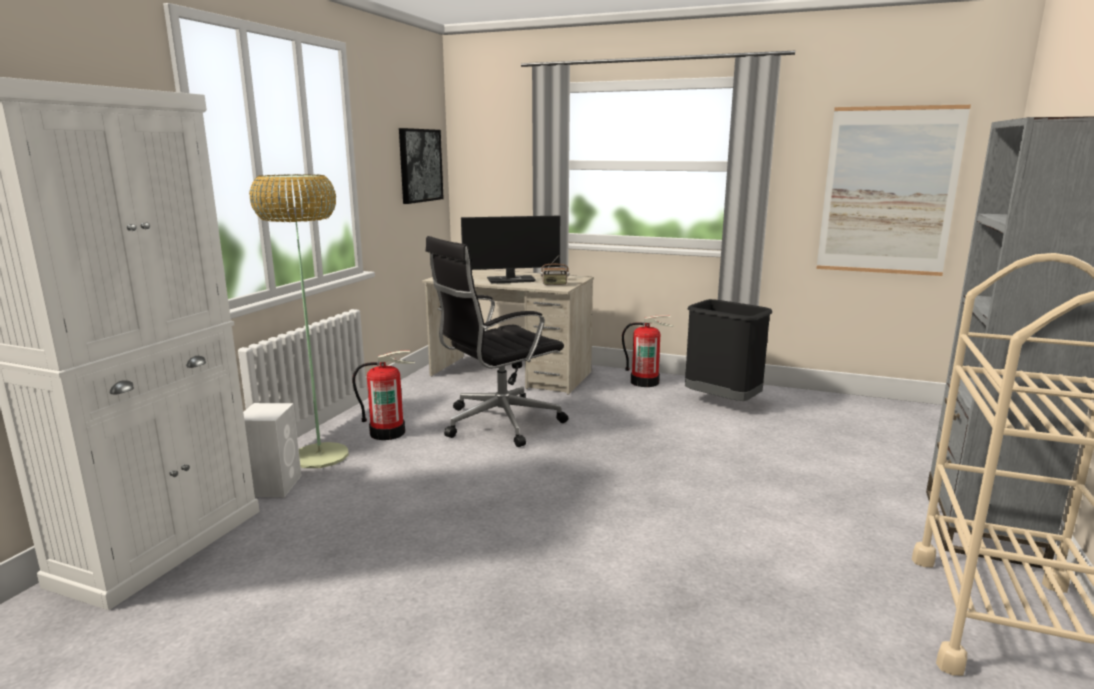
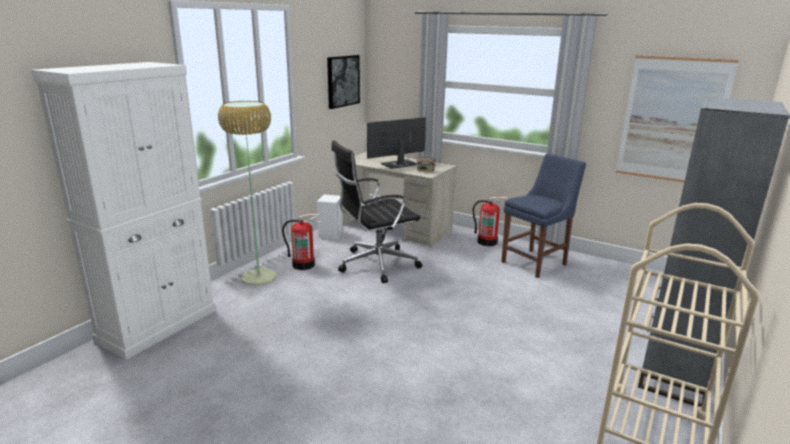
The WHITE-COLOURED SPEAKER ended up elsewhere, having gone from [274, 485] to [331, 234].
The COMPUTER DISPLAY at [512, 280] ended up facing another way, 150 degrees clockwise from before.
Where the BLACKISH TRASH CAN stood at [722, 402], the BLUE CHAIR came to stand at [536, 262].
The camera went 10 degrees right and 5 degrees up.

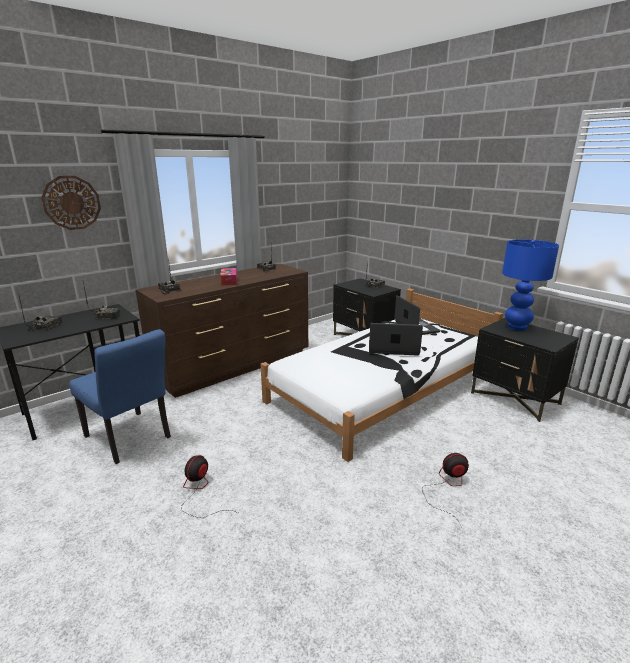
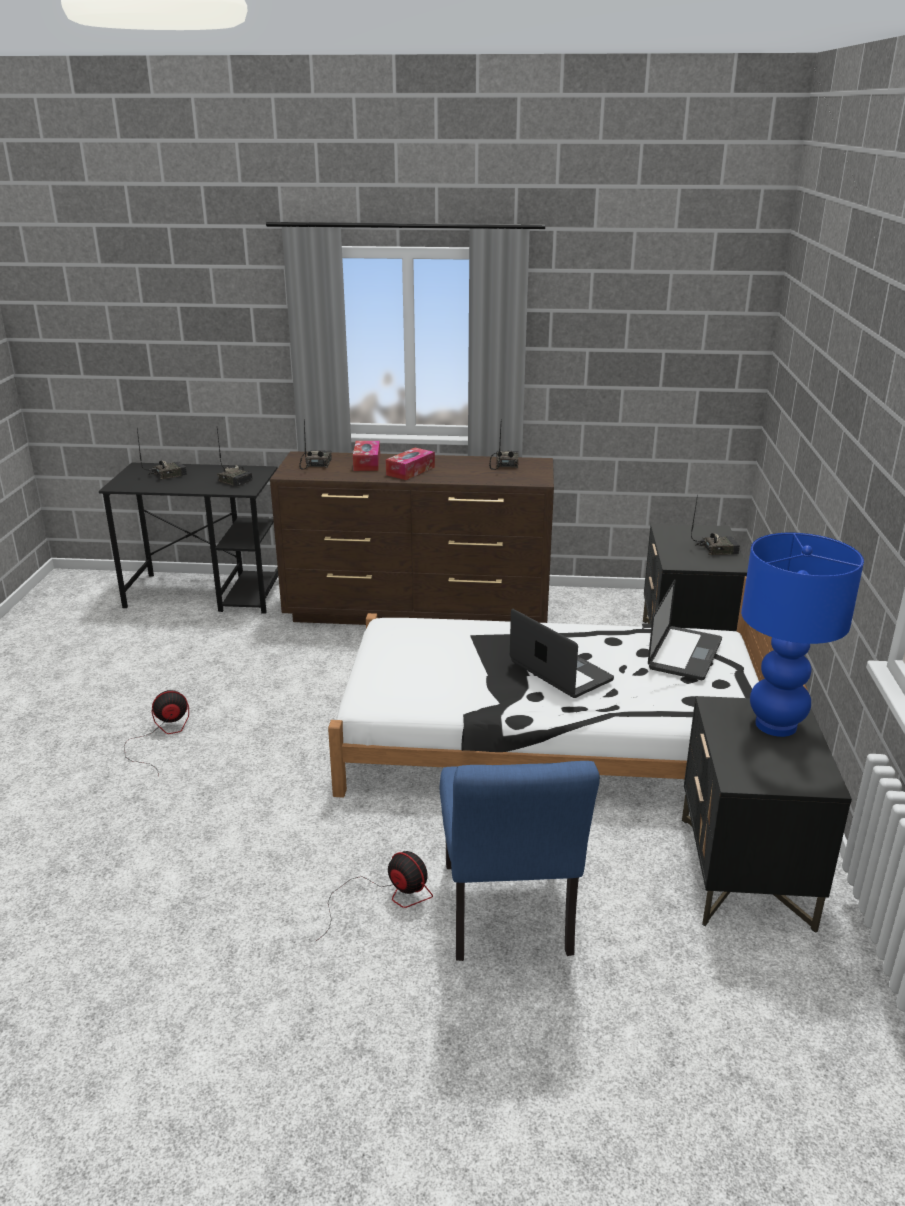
The second view lost the WALL CLOCK at [72, 203].
The BLUE CHAIR ended up elsewhere, having gone from [131, 439] to [508, 918].
The second view gained the TISSUE BOX at [367, 463].
The camera went 45 degrees right and 5 degrees up.

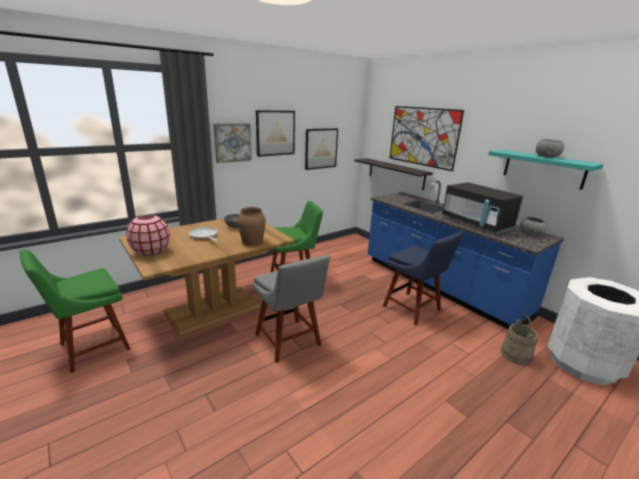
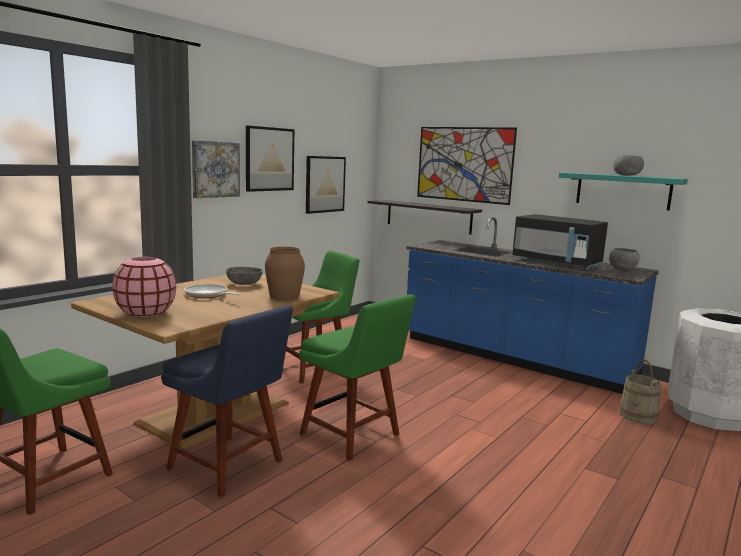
What was the GRAY CHAIR at [289, 342] turned into the GREEN CHAIR at [353, 436].
The BLUE CHAIR ended up elsewhere, having gone from [414, 309] to [229, 466].
The camera went 15 degrees left and 10 degrees down.

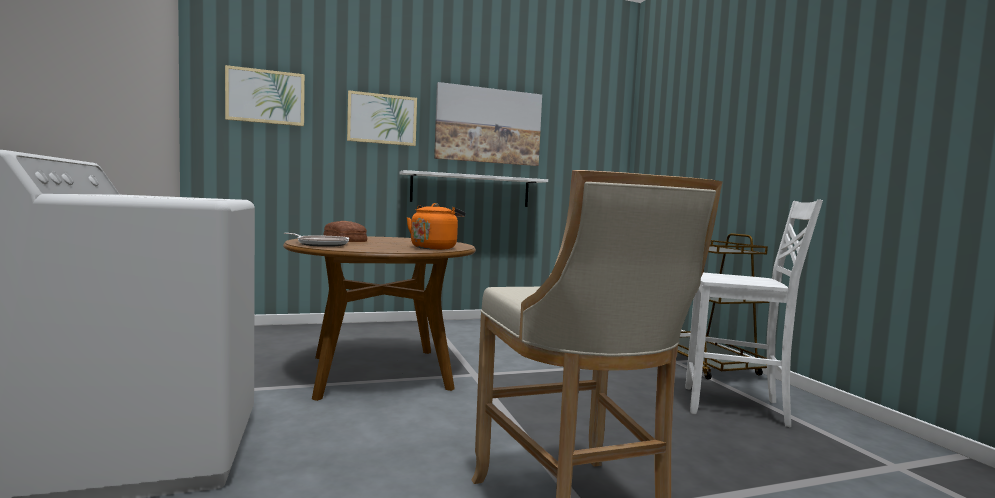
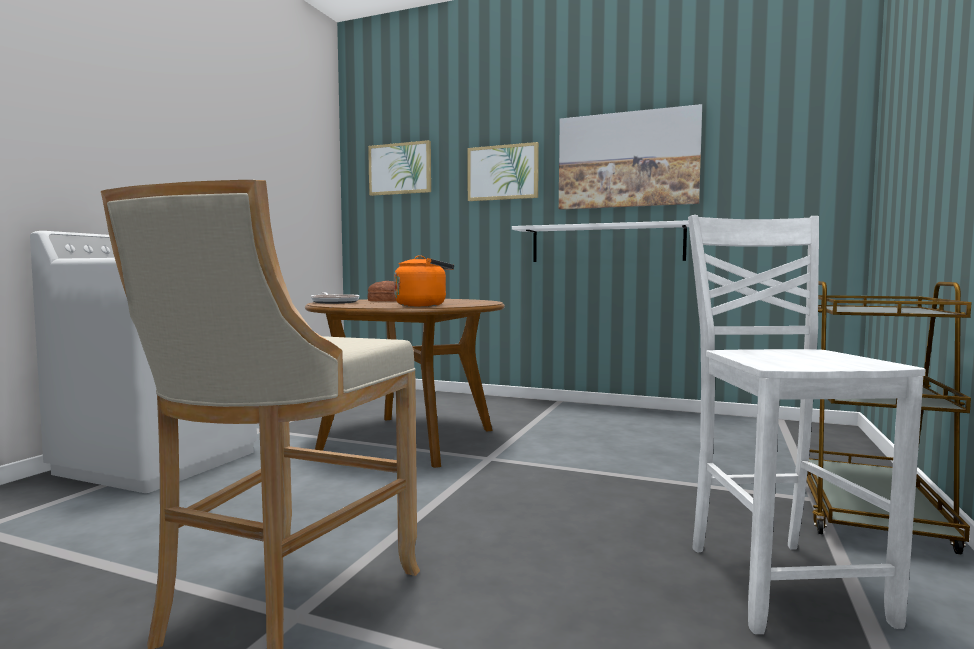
The WHITE-COLOURED CHAIR at [737, 407] ended up facing another way, 150 degrees counterclockwise from before.
The camera went 40 degrees right and 0 degrees up.

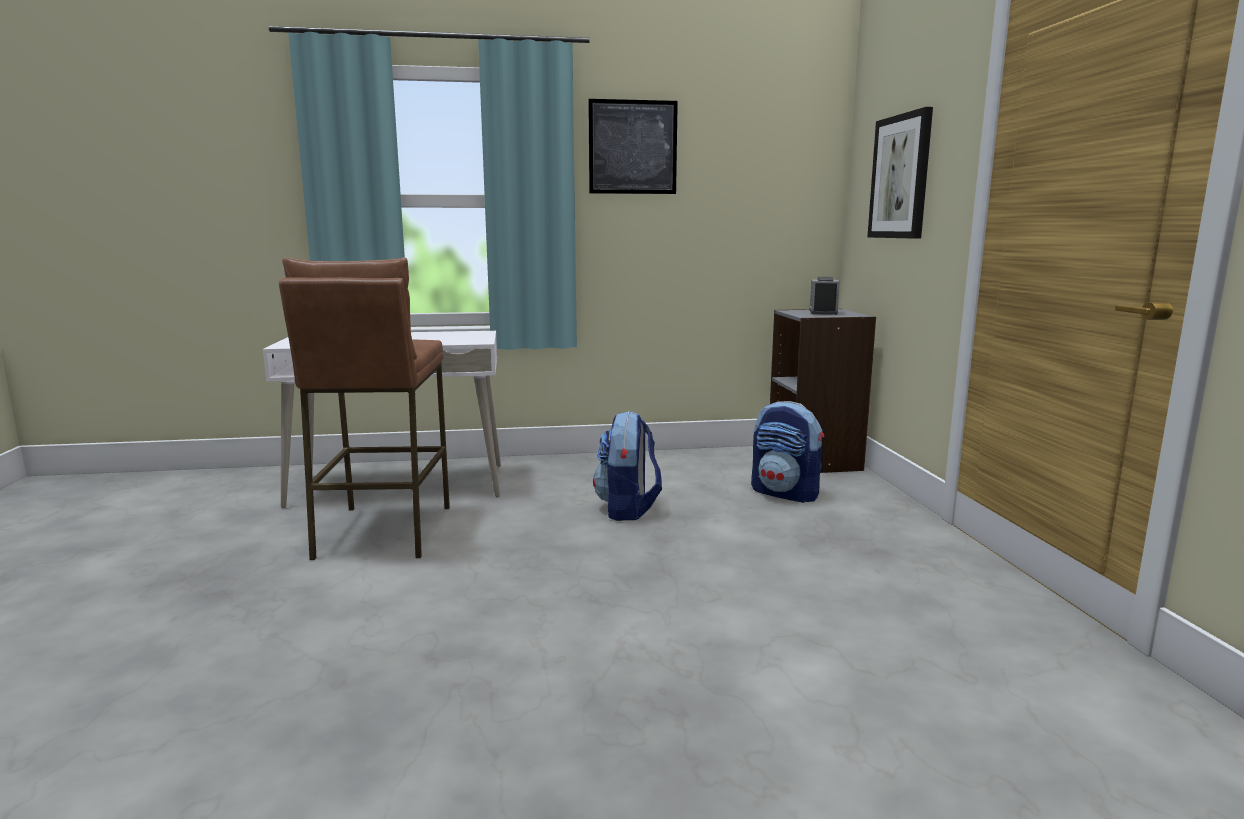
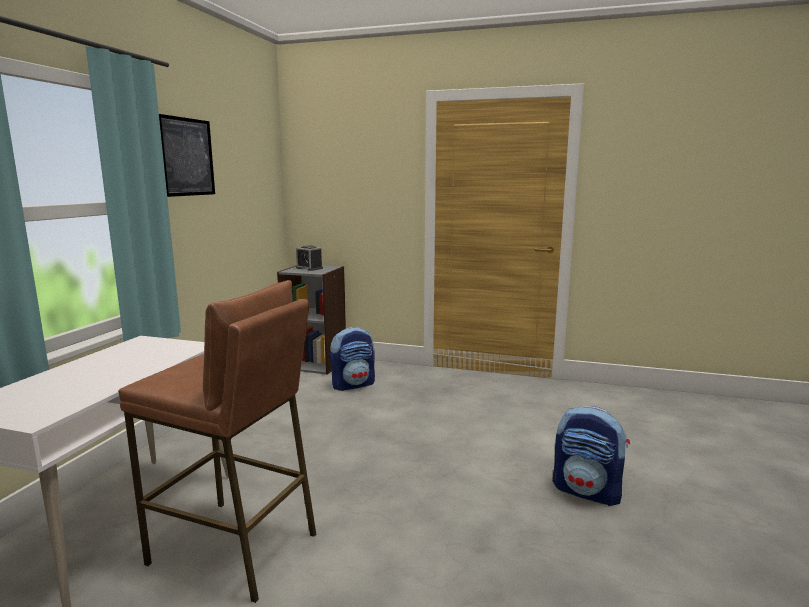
The BACKPACK ended up elsewhere, having gone from [628, 509] to [587, 491].
The second view lost the WALL PICTURE at [901, 177].
The camera went 65 degrees left and 0 degrees up.

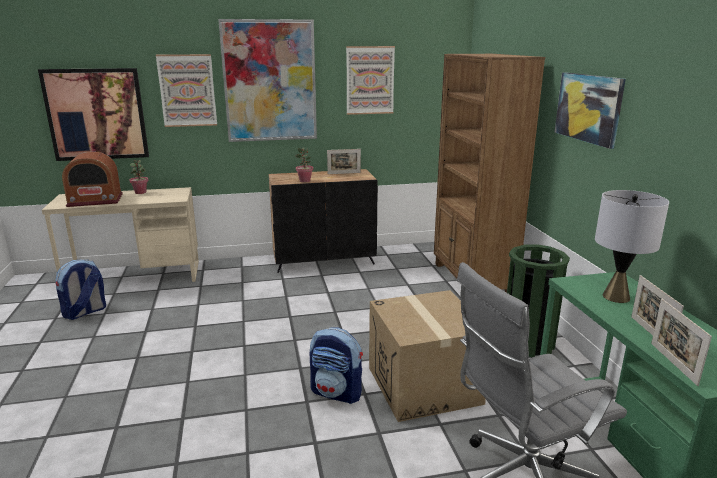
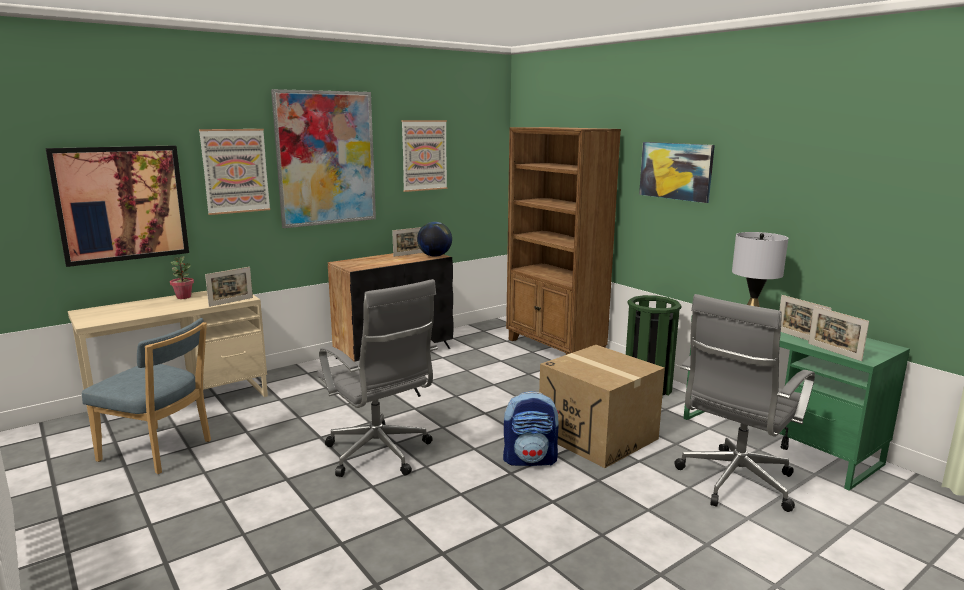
Where the BACKPACK stood at [85, 312], the BLUE CHAIR came to stand at [160, 452].
The second view lost the RADIO RECEIVER at [95, 200].
The second view lost the POTTED PLANT at [305, 181].
The second view gained the PICTURE FRAME at [231, 302].
The second view gained the GRAY DESK CHAIR at [380, 455].
The second view gained the DESK GLOBE at [434, 256].
The camera went 25 degrees left and 5 degrees down.

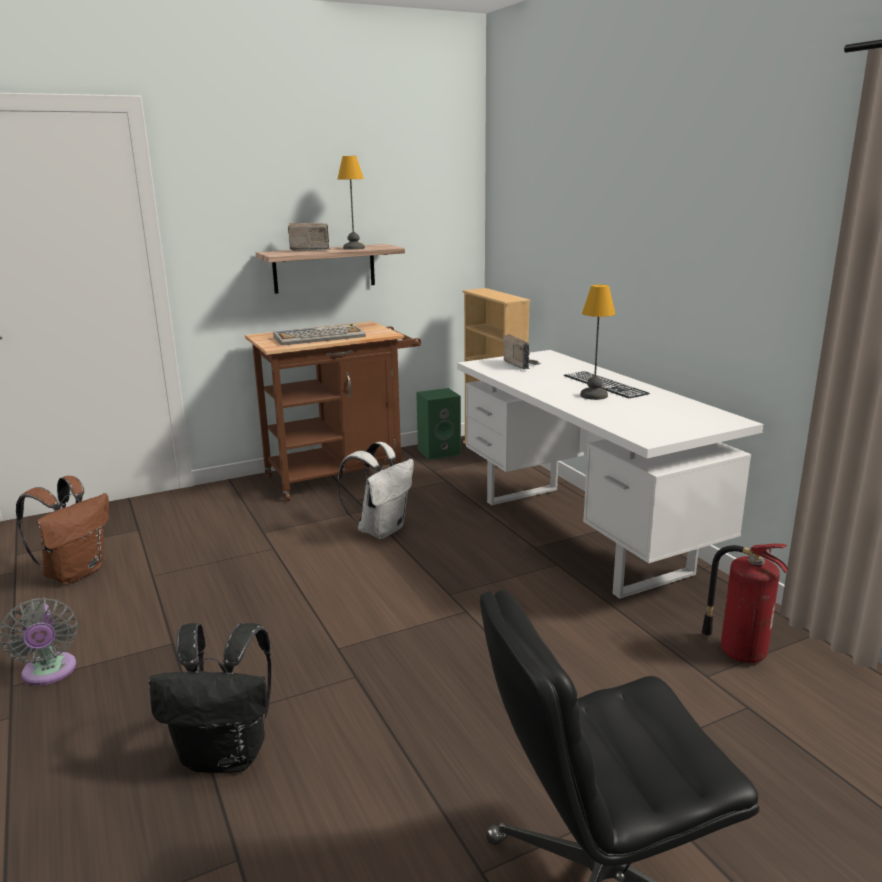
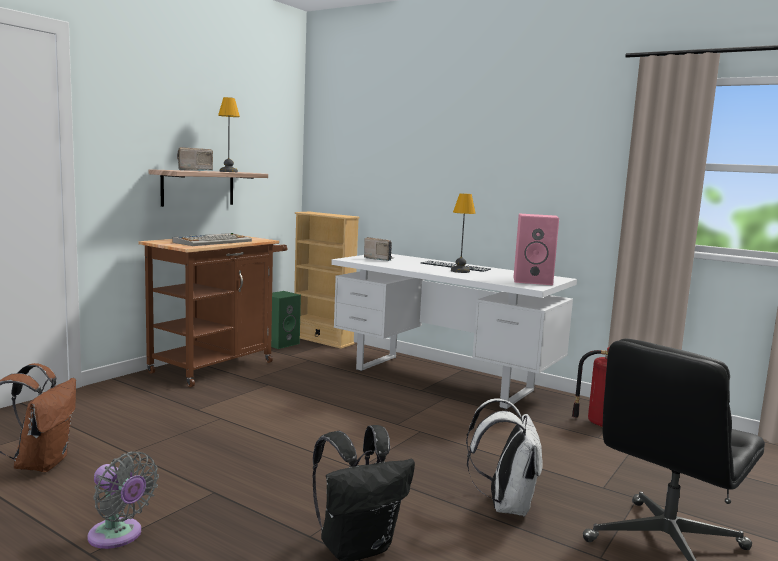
The WHITE-COLOURED BACKPACK ended up elsewhere, having gone from [381, 530] to [505, 505].
The second view gained the PINKISH SPEAKER at [533, 281].
The camera went 30 degrees left and 10 degrees down.

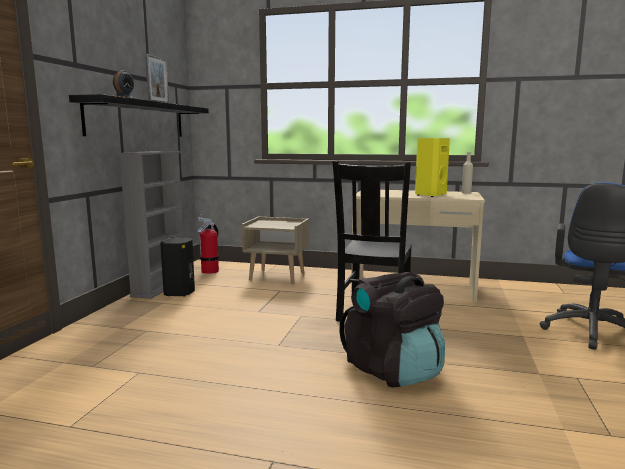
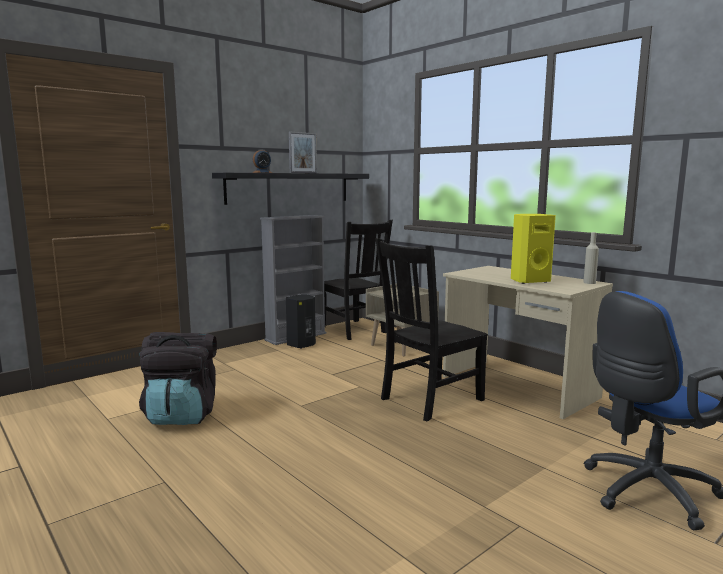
Where the FIRE-FIGHTING CYLINDER stood at [210, 271], the BLACKISH CHAIR came to stand at [354, 330].
The BLACKISH BACKPACK ended up elsewhere, having gone from [393, 370] to [182, 415].
The camera went 35 degrees right and 0 degrees up.

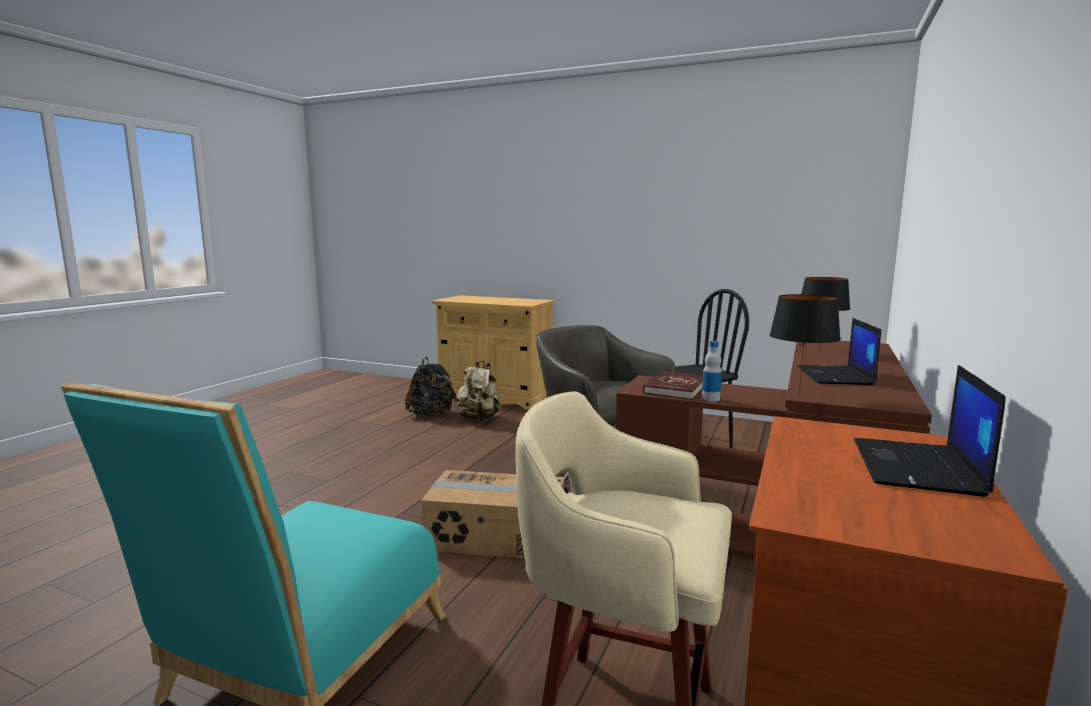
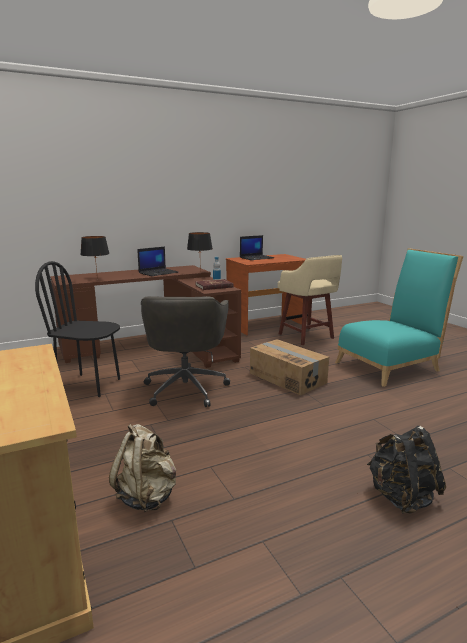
The BLACKISH BACKPACK ended up elsewhere, having gone from [431, 414] to [401, 497].
The camera went 140 degrees left and 5 degrees up.

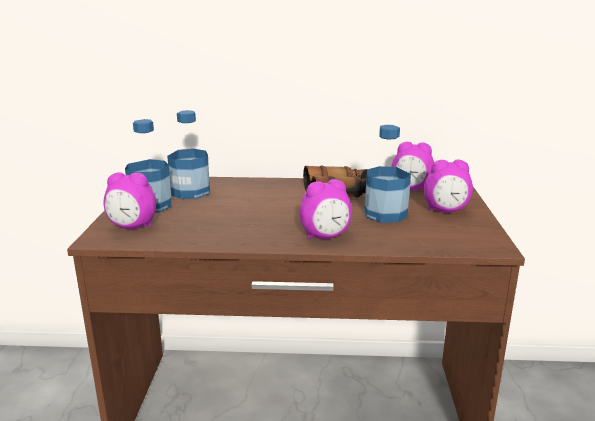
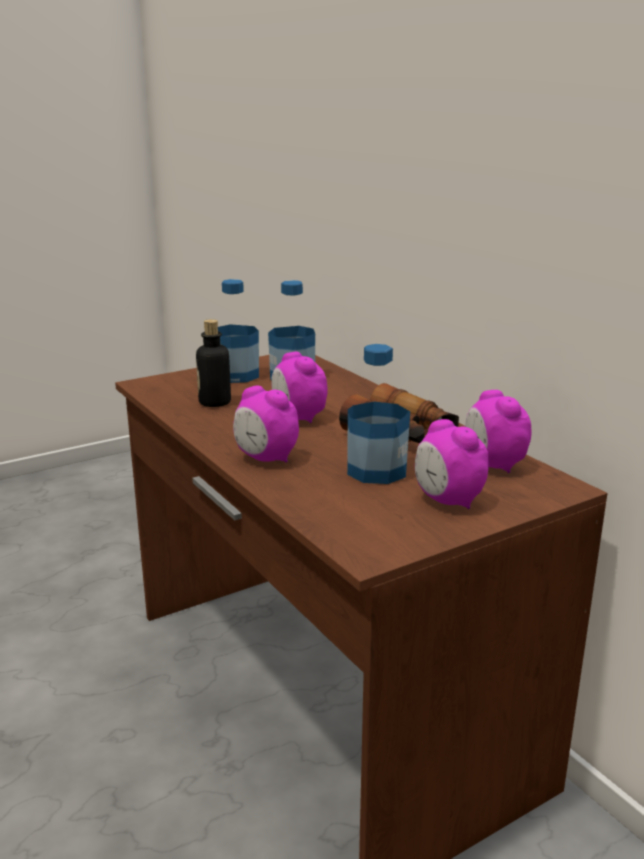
The BEDSIDE CLOCK ended up elsewhere, having gone from [132, 227] to [298, 417].
The second view gained the BOTTLE at [215, 402].
The camera went 55 degrees right and 0 degrees up.

